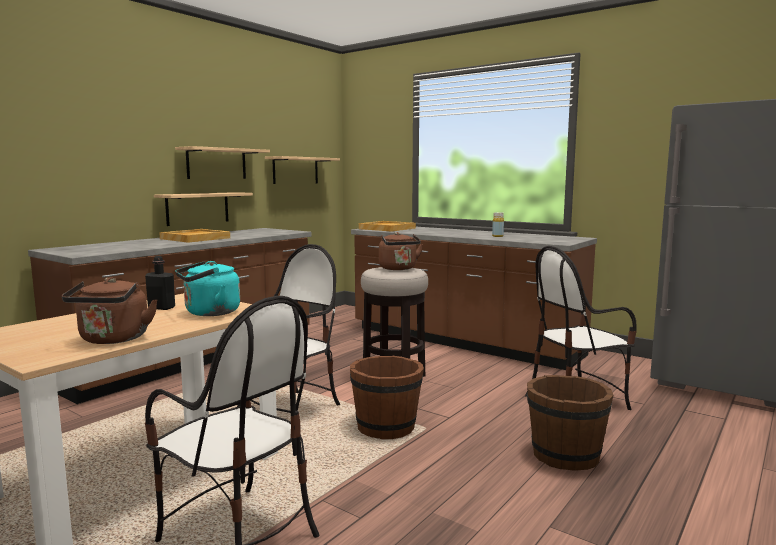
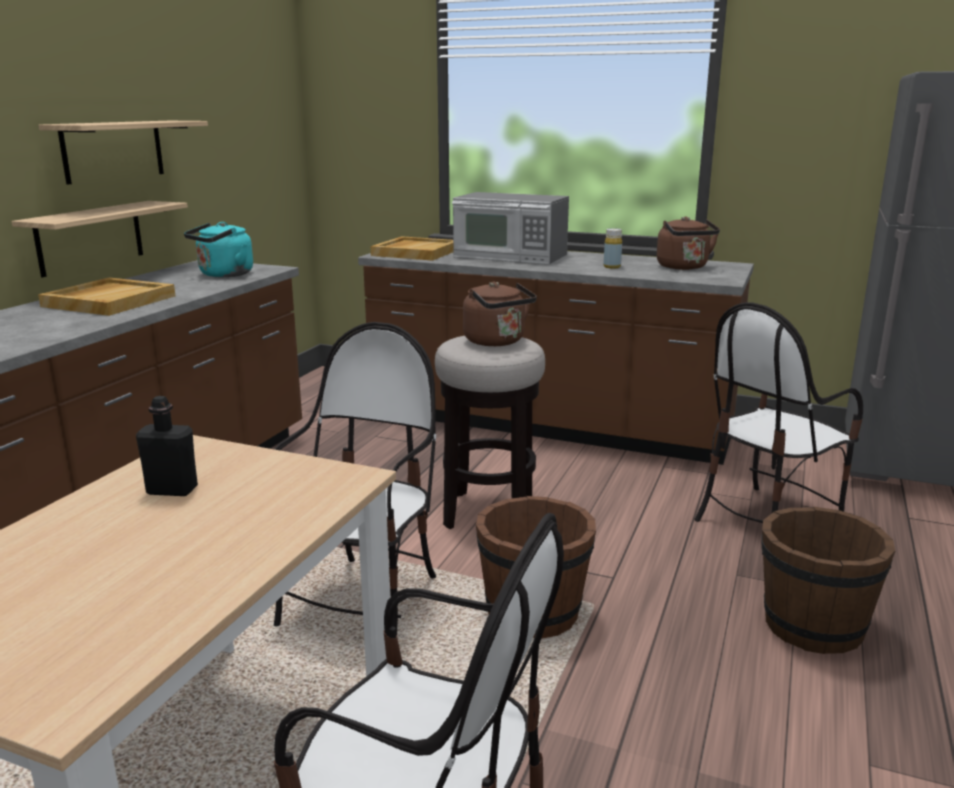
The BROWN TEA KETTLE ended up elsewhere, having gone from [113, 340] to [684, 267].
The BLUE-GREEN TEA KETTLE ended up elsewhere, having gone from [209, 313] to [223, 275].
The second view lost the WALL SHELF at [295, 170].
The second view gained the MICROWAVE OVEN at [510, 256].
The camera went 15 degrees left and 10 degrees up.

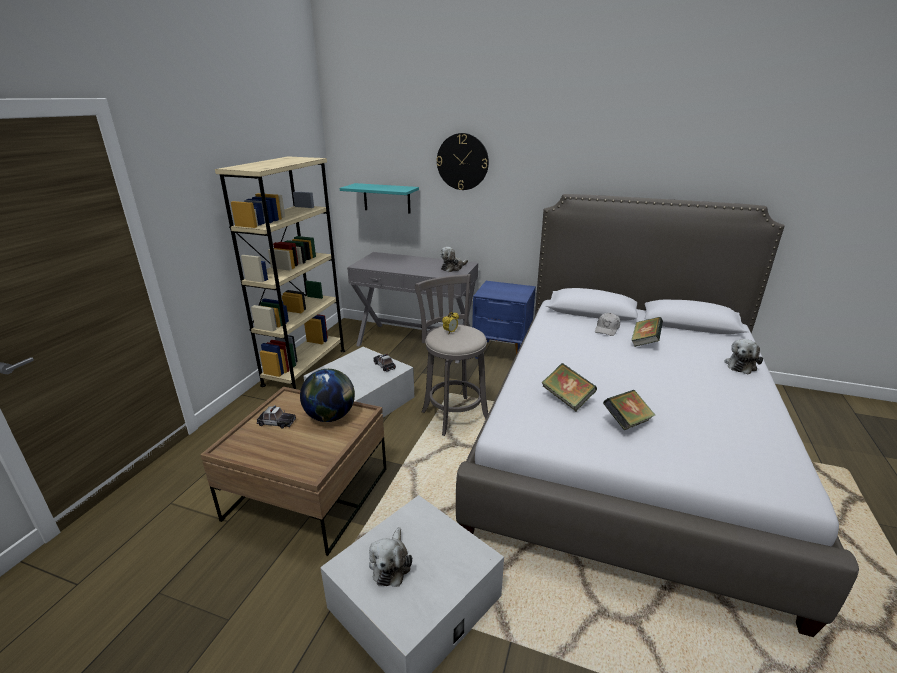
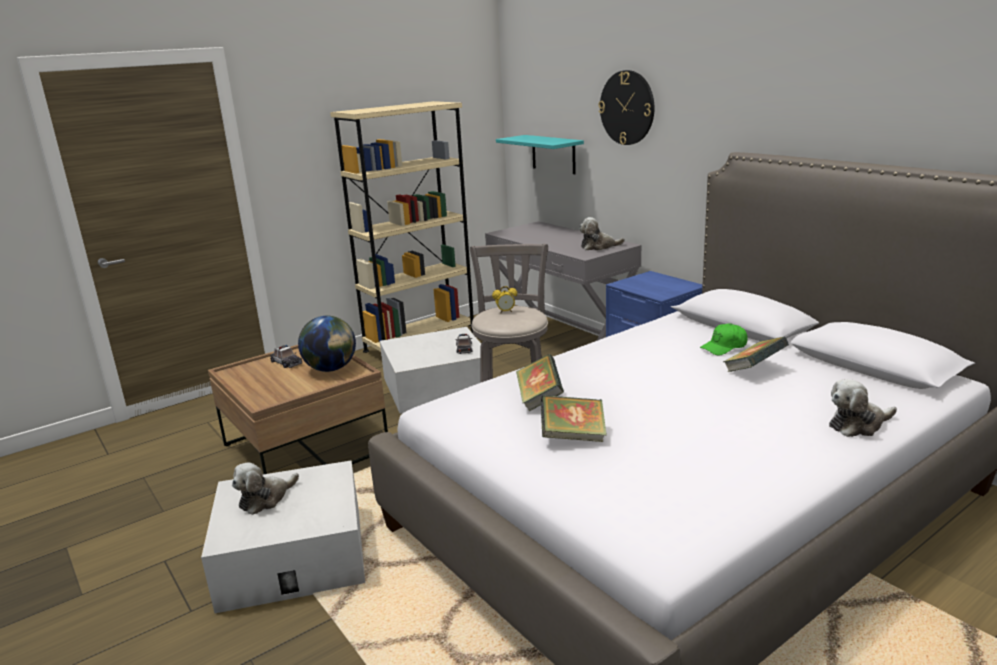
What was the WHITE-COLOURED PEAKED CAP at [607, 329] turned into the GREEN PEAKED CAP at [724, 347].
The camera went 35 degrees right and 5 degrees down.

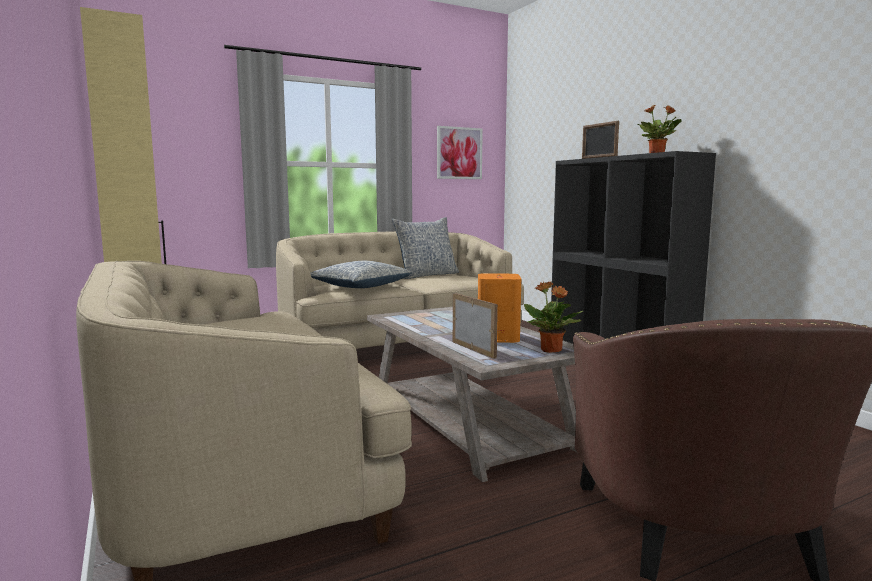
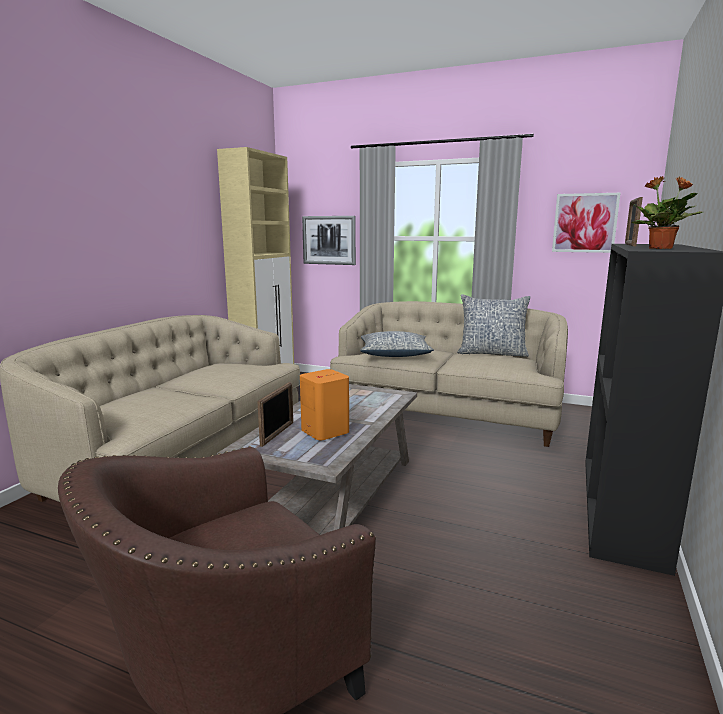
The second view lost the POTTED PLANT at [551, 350].
The second view gained the WALL PICTURE at [329, 240].
The camera went 50 degrees right and 5 degrees up.

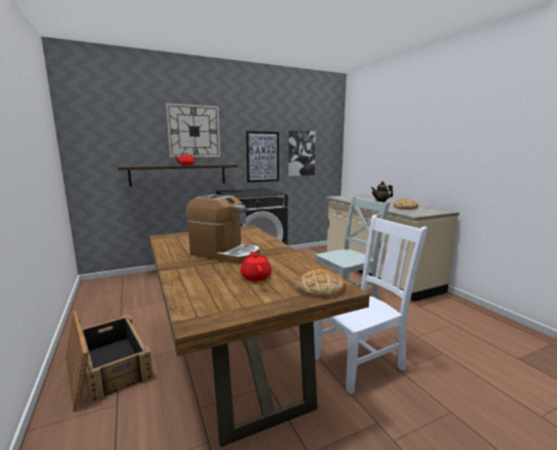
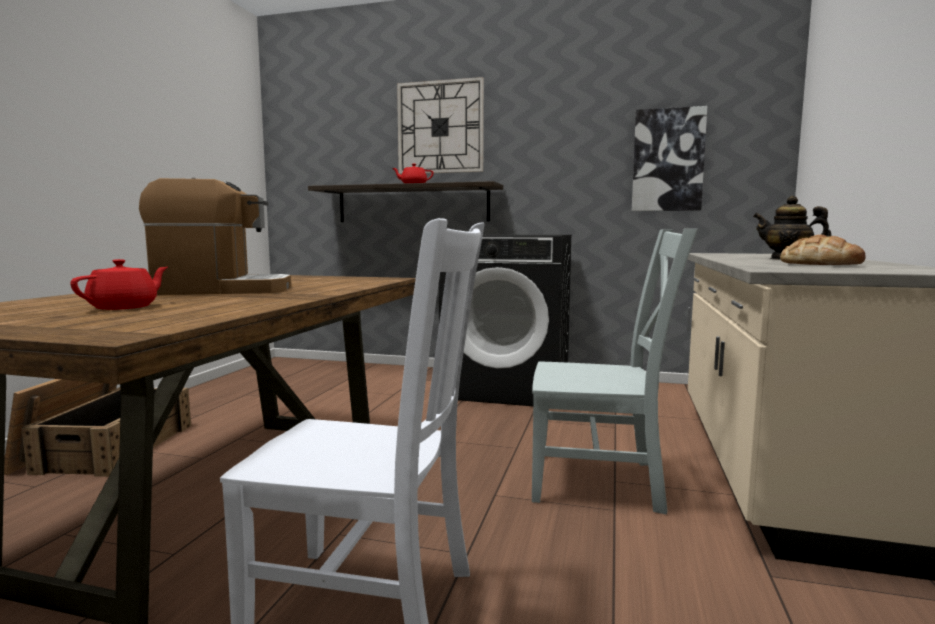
The COFFEE MACHINE at [225, 254] ended up facing another way, 75 degrees counterclockwise from before.
The second view lost the WALL PICTURE at [262, 157].
The second view lost the BAKERY BREAD at [321, 288].
The camera went 40 degrees right and 5 degrees down.

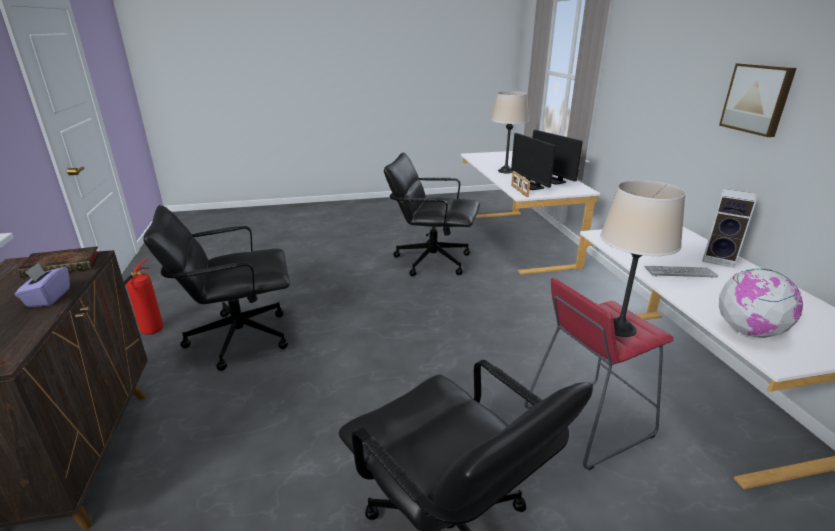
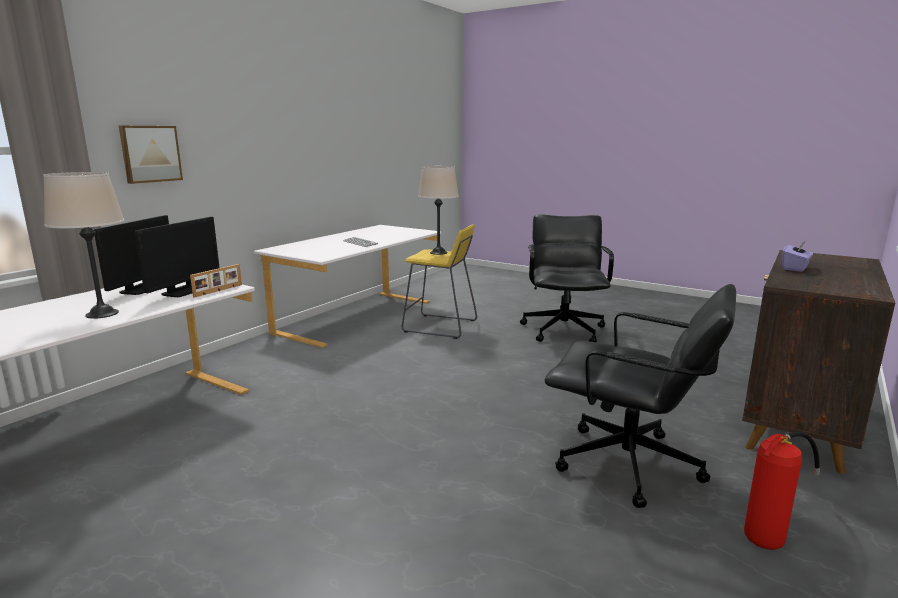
The second view lost the BOUND BOOK at [65, 265].
The second view lost the BLACKISH DESK CHAIR at [432, 260].
What was the RED STOOL at [588, 422] turned into the YELLOWISH STOOL at [440, 326].
The second view lost the SPEAKER at [720, 260].
The WALL PICTURE ended up elsewhere, having gone from [757, 99] to [150, 154].
The second view lost the DESK GLOBE at [748, 331].
The camera went 135 degrees left and 10 degrees down.

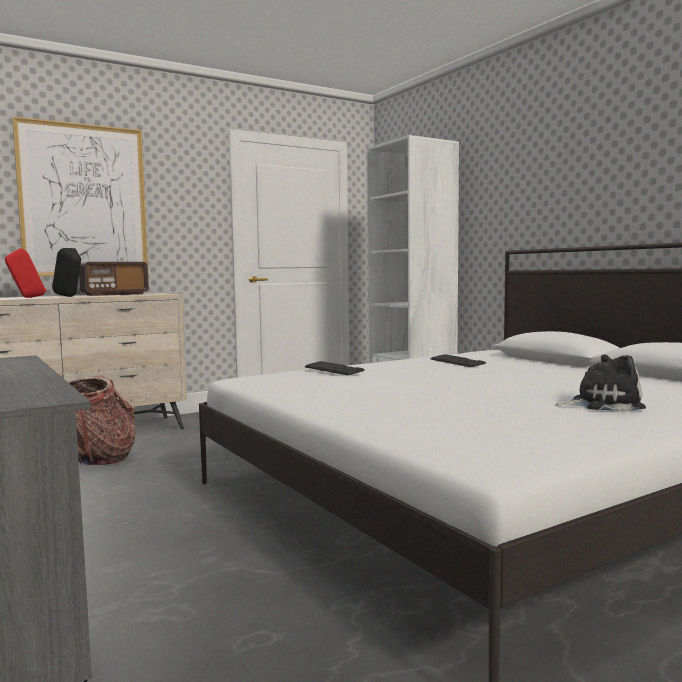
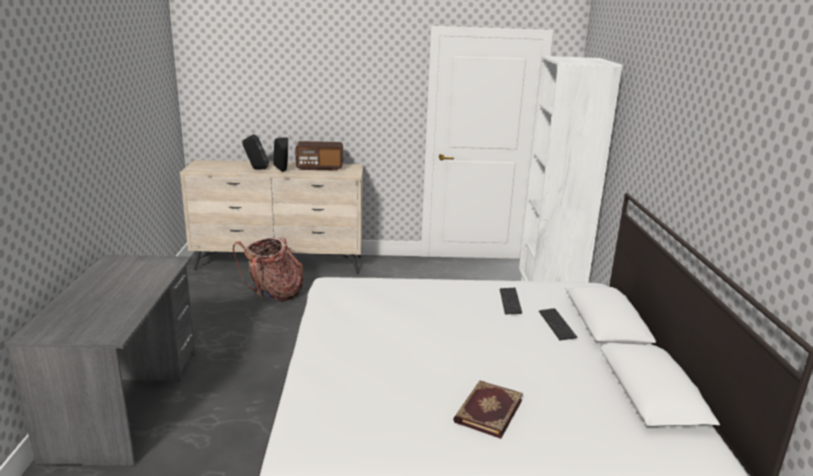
What was the RED SPEAKER at [27, 297] turned into the BLACKISH SPEAKER at [256, 169].
The second view lost the WALL PICTURE at [84, 201].
The KEYBOARD ended up elsewhere, having gone from [333, 370] to [557, 325].
Where the CUDDLY TOY stood at [602, 404], the BOUND BOOK came to stand at [487, 410].
The camera went 30 degrees right and 15 degrees up.

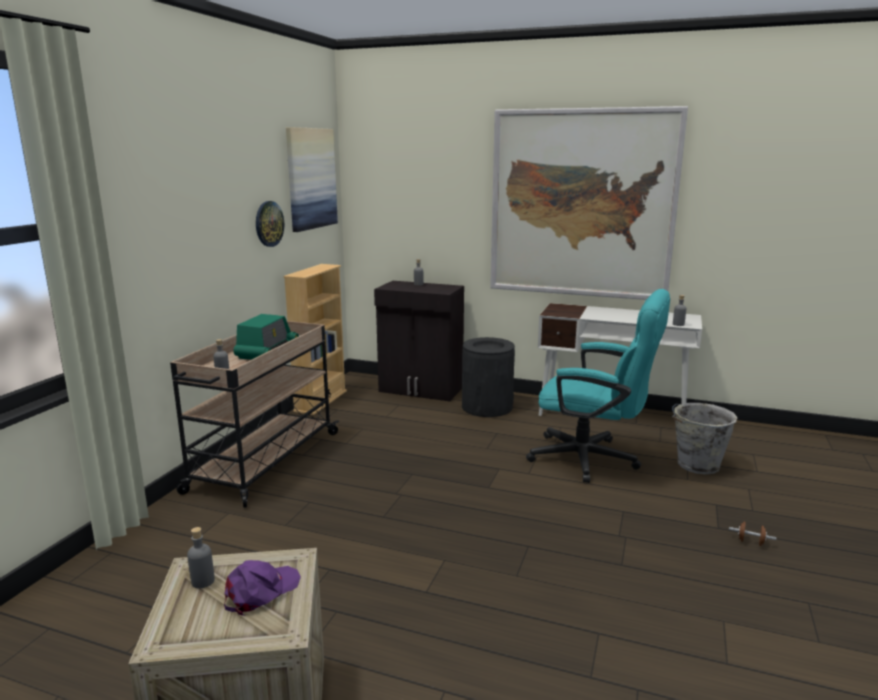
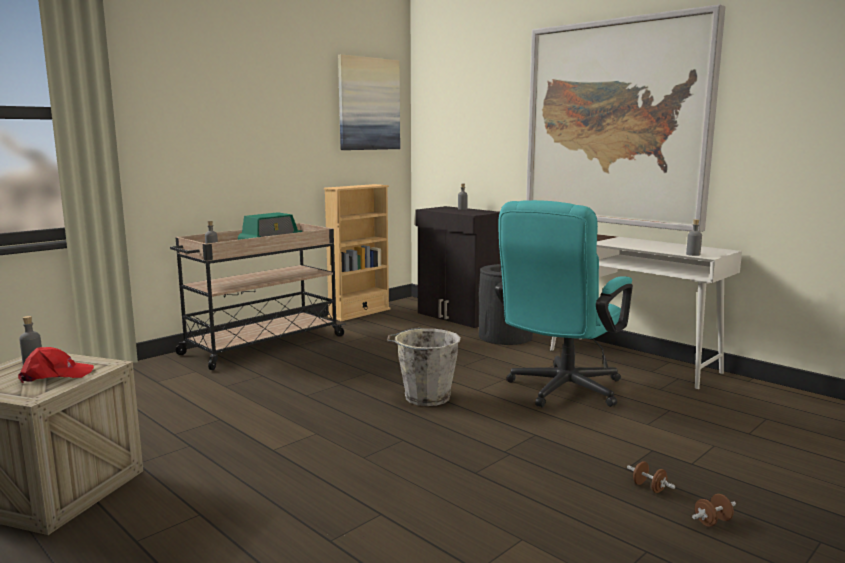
What was the PURPLE PEAKED CAP at [260, 592] turned into the RED PEAKED CAP at [55, 375].
The second view lost the WALL CLOCK at [269, 223].
The BLUE-GREEN DESK CHAIR at [593, 460] ended up facing another way, 75 degrees clockwise from before.
The GRAY PAIL ended up elsewhere, having gone from [696, 465] to [425, 397].
The second view gained the BROWN DUMBBELL at [712, 521].
The camera went 25 degrees right and 5 degrees down.

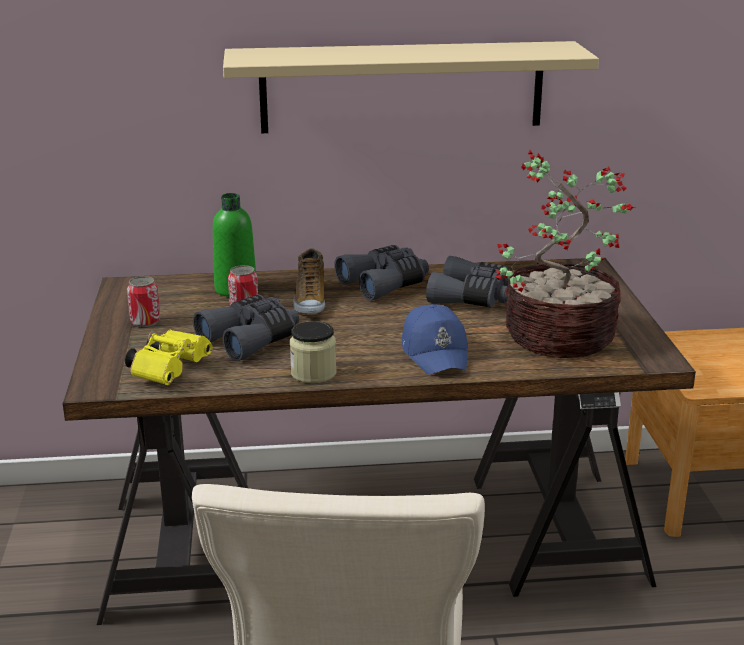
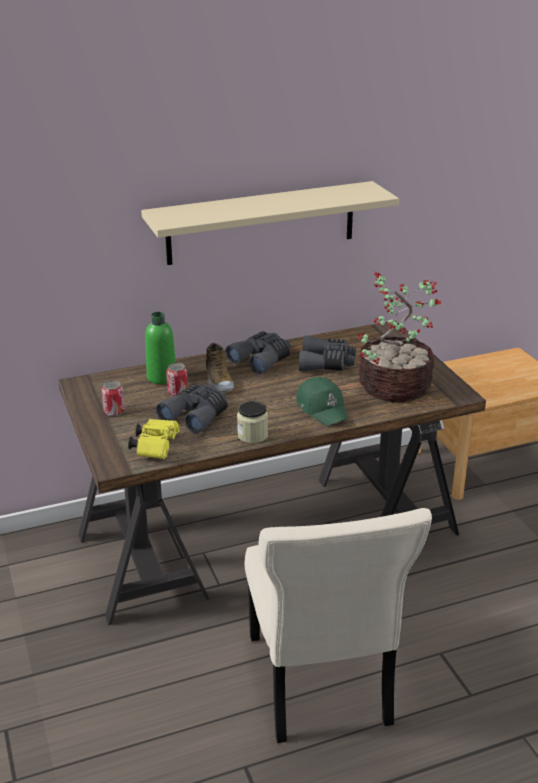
What was the BLUE PEAKED CAP at [435, 352] turned into the GREEN PEAKED CAP at [322, 408].
The camera went 15 degrees left and 5 degrees up.

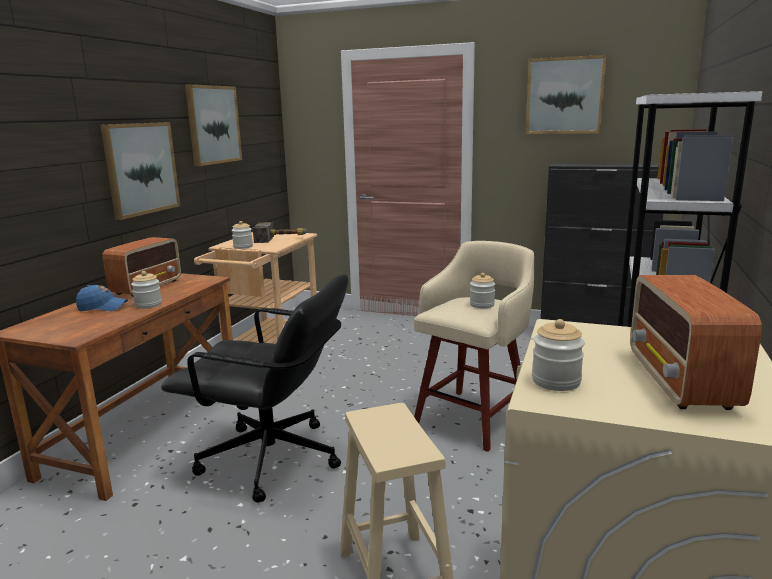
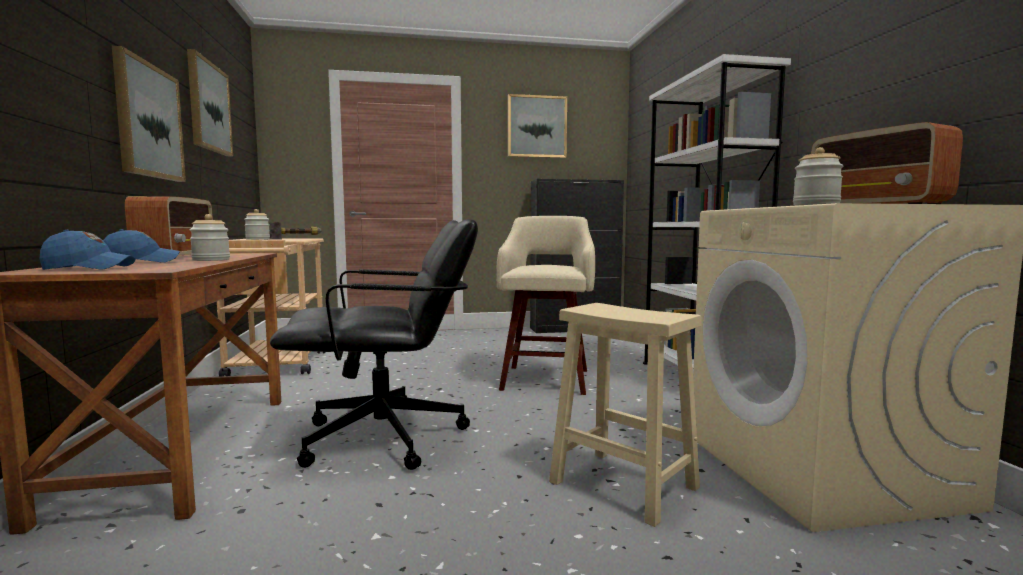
The second view lost the JAR at [482, 305].
The second view gained the BLUE PEAKED CAP at [89, 268].
The camera went 30 degrees left and 10 degrees down.

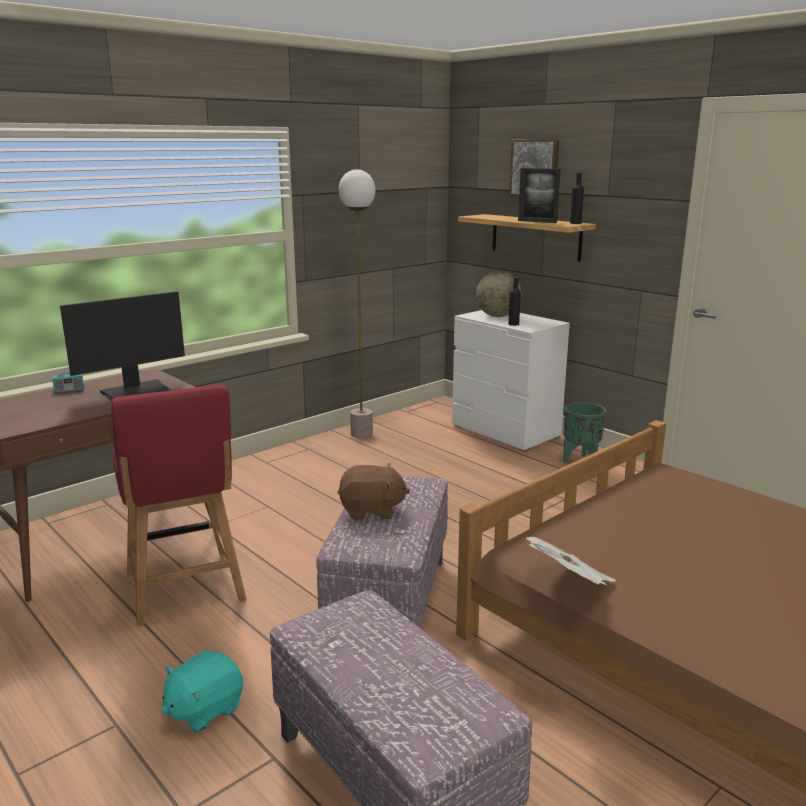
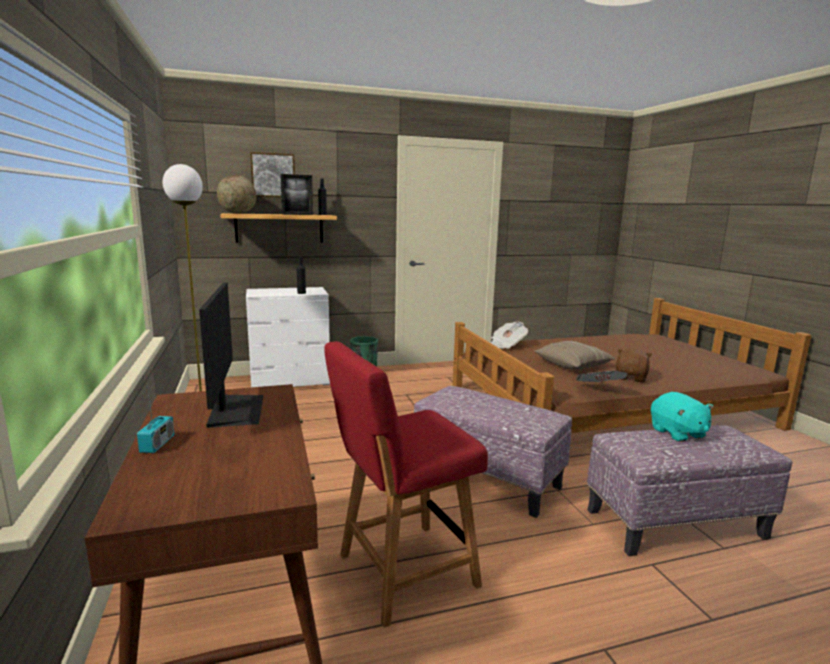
The RED CHAIR at [186, 590] ended up facing another way, 150 degrees clockwise from before.
The BLUE-GREEN CUDDLY TOY ended up elsewhere, having gone from [204, 709] to [677, 433].
The BROWN CUDDLY TOY ended up elsewhere, having gone from [372, 511] to [631, 377].
The DESK GLOBE ended up elsewhere, having gone from [497, 316] to [238, 213].
The second view gained the PRINTED PAPER at [506, 345].
The second view gained the BEIGE-COLOURED PILLOW at [573, 365].
The camera went 65 degrees left and 5 degrees down.

